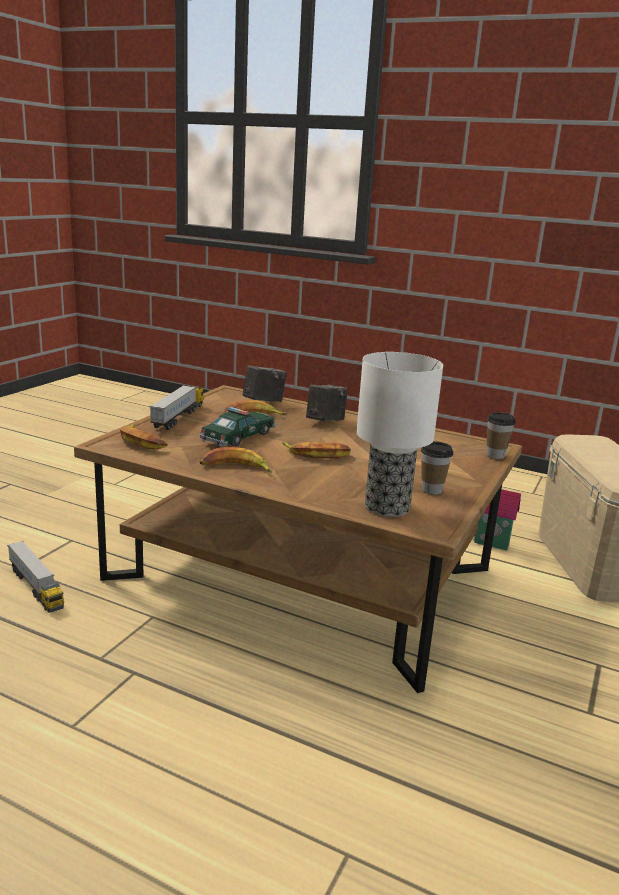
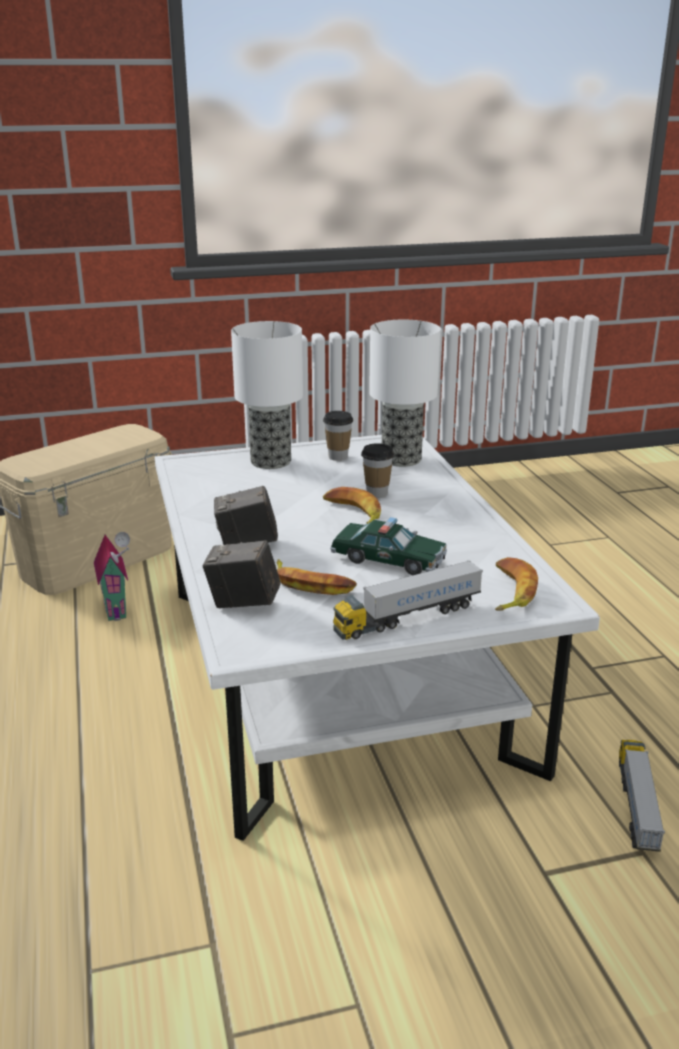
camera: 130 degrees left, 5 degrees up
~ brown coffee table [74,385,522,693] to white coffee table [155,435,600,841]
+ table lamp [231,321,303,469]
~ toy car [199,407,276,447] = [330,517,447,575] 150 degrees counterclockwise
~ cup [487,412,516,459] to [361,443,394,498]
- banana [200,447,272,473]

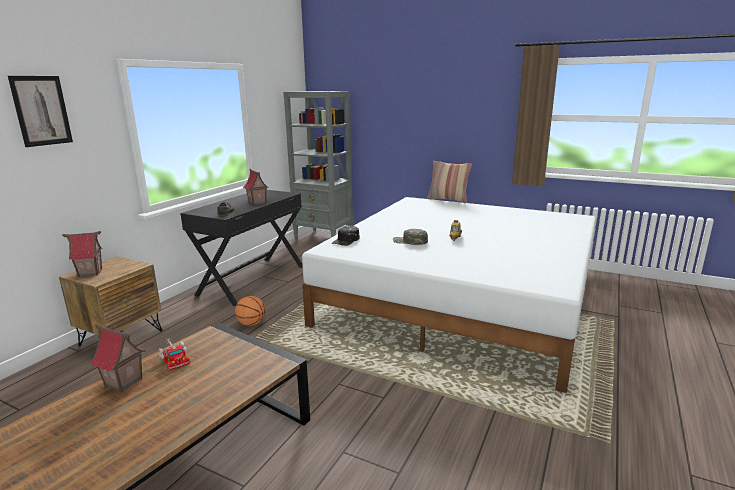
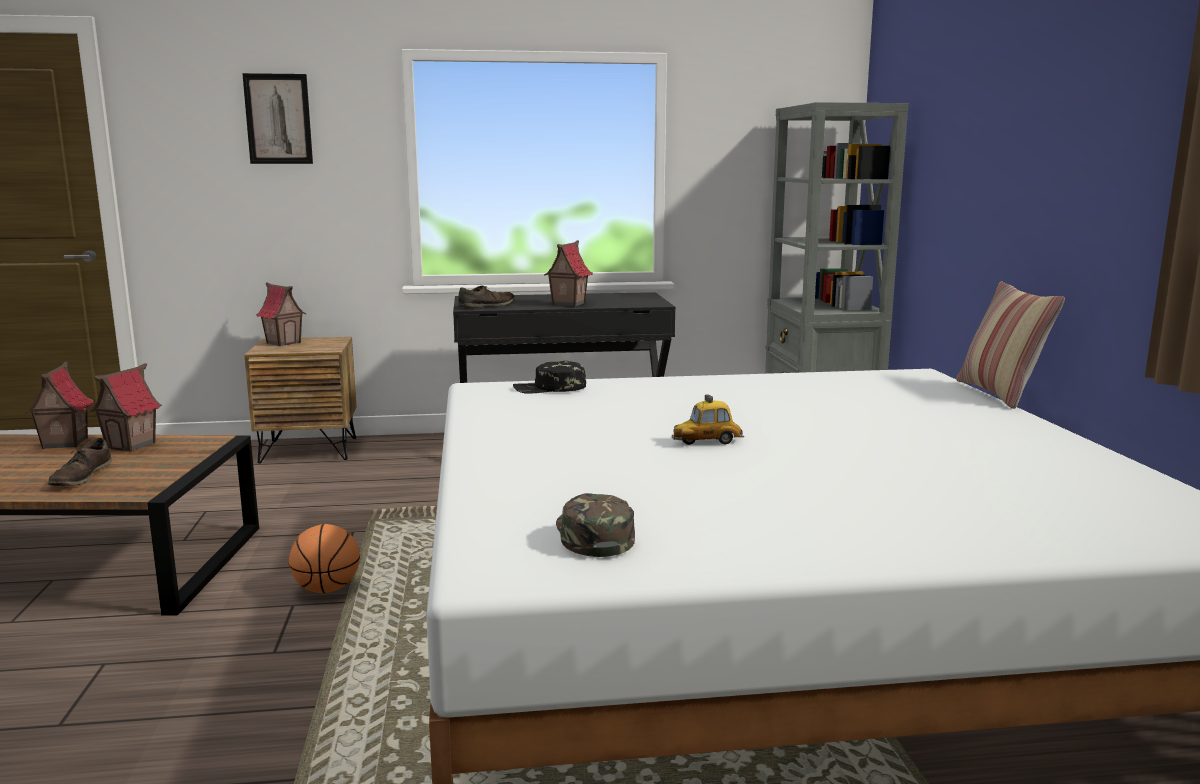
camera: 55 degrees right, 5 degrees down
+ brown shoe [48,438,111,486]
~ toy truck [158,339,190,370] to toy house [90,363,162,452]
~ basketball [235,296,266,326] to [288,524,360,594]
~ green cap [393,229,428,245] to [556,493,635,557]

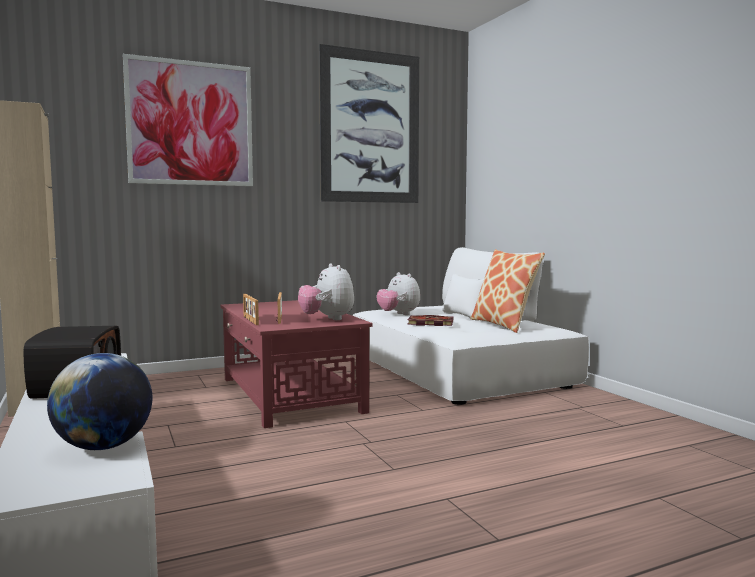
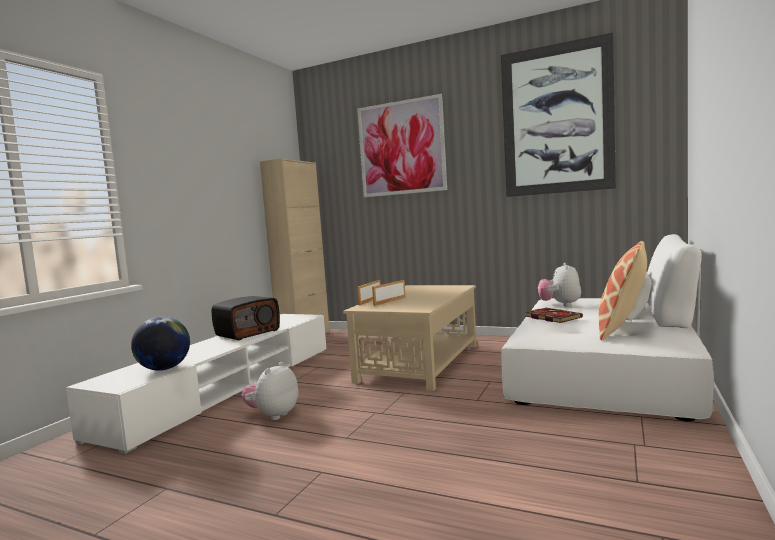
camera: 50 degrees right, 0 degrees up
~ plush toy [298,264,354,320] to [241,362,299,420]
~ red coffee table [220,300,373,428] to beige coffee table [343,285,477,391]

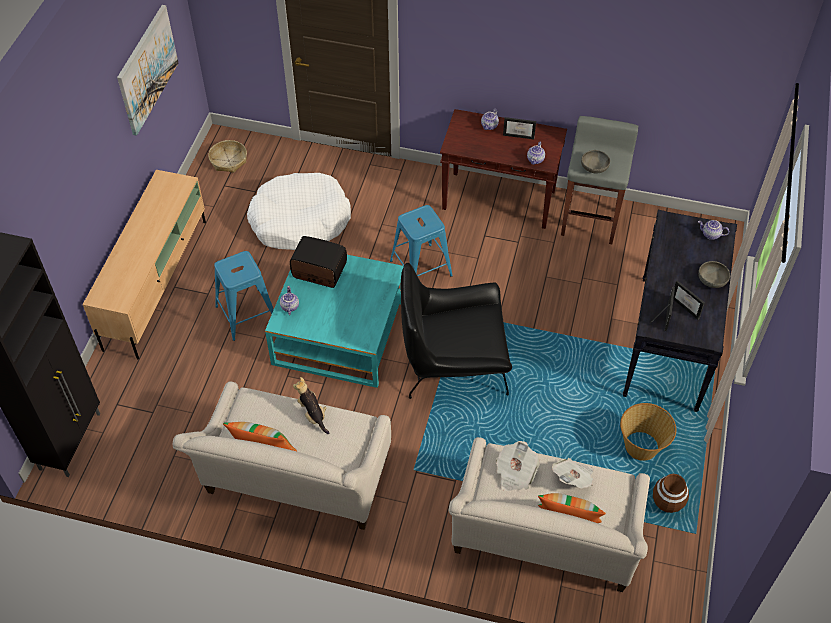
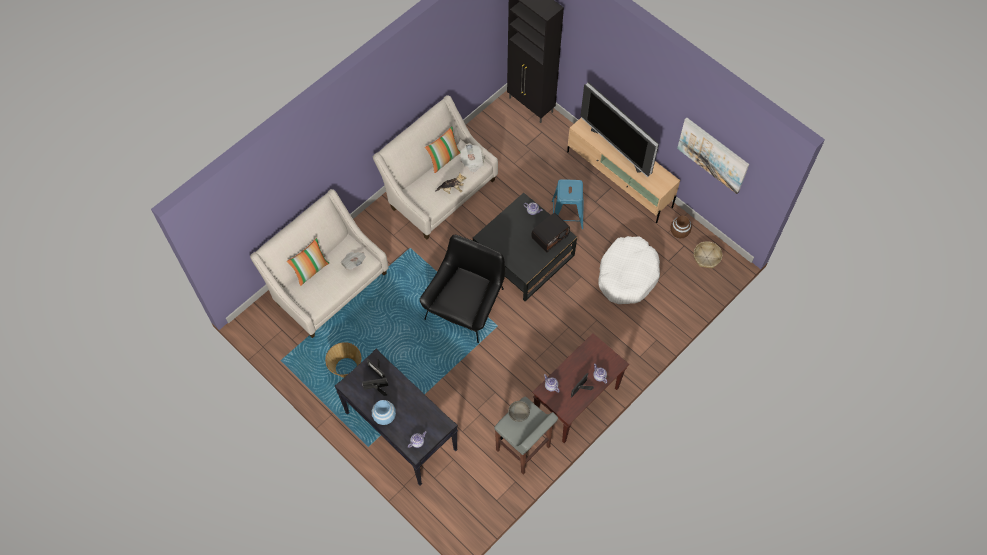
camera: 120 degrees right, 10 degrees up
~ grey bowl [698,261,730,288] to blue vase [372,400,396,425]
~ newspaper [552,458,594,488] to [460,143,484,173]
~ turquoise coffee table [265,255,404,388] to black coffee table [473,193,577,301]
+ television [581,82,659,177]
~ brown vase [653,474,689,513] to [670,215,692,239]
- blue stool [390,205,453,277]

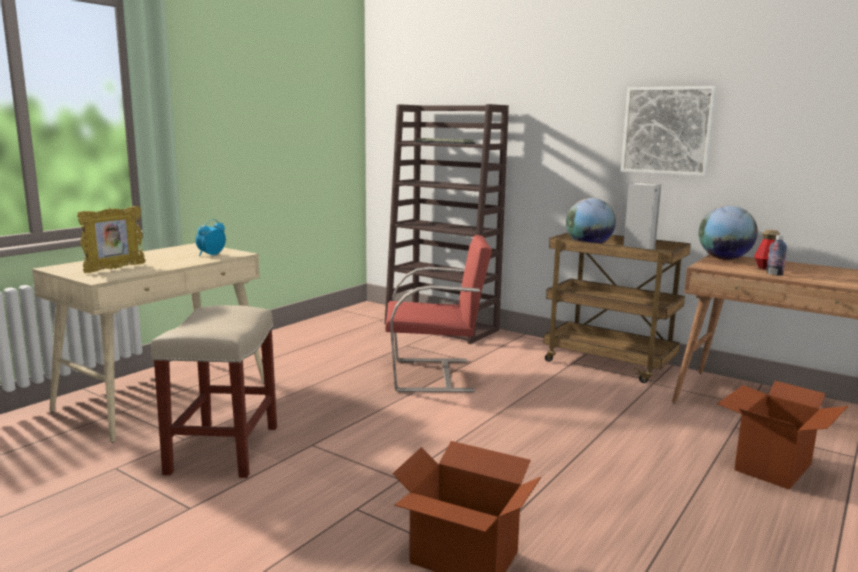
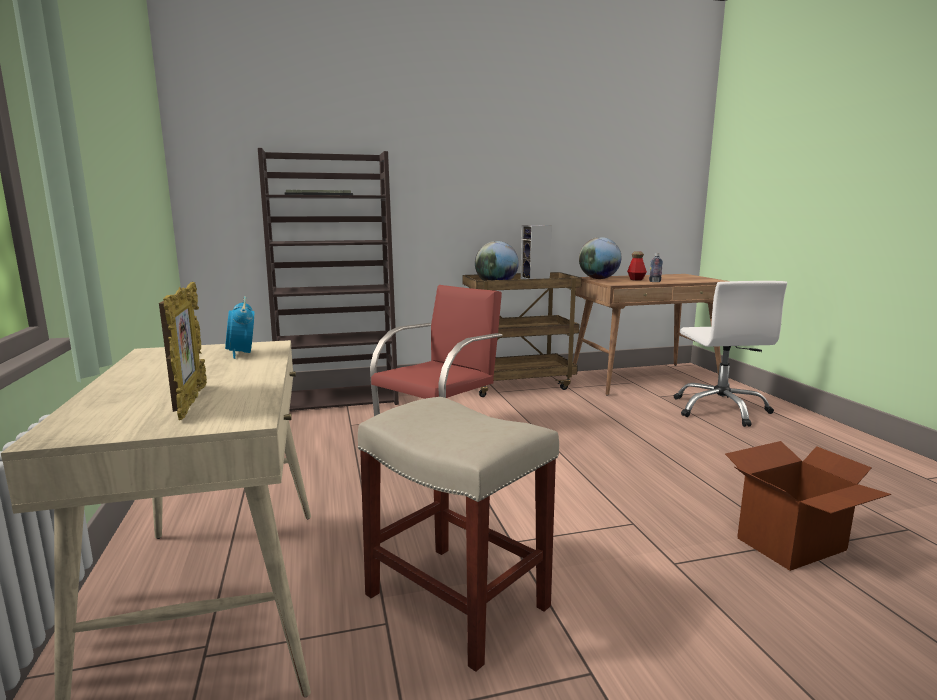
camera: 50 degrees left, 0 degrees up
~ cardboard box [717,381,848,489] to white office chair [674,281,787,427]
- picture [621,86,717,176]

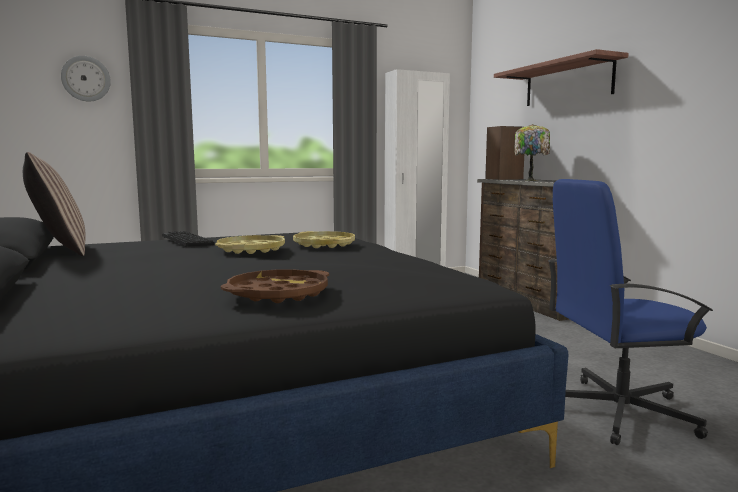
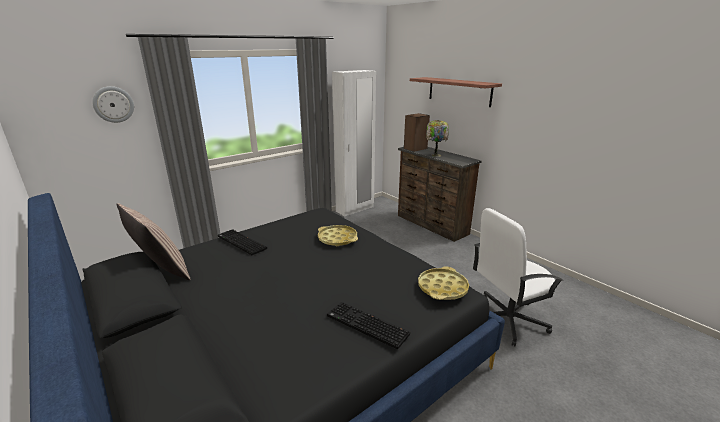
camera: 15 degrees left, 15 degrees up
~ brown tray [221,269,329,303] to keyboard [327,302,410,349]
~ yellow tray [215,235,285,254] to [418,267,469,300]
~ blue office chair [548,179,713,445] to white office chair [473,208,564,346]

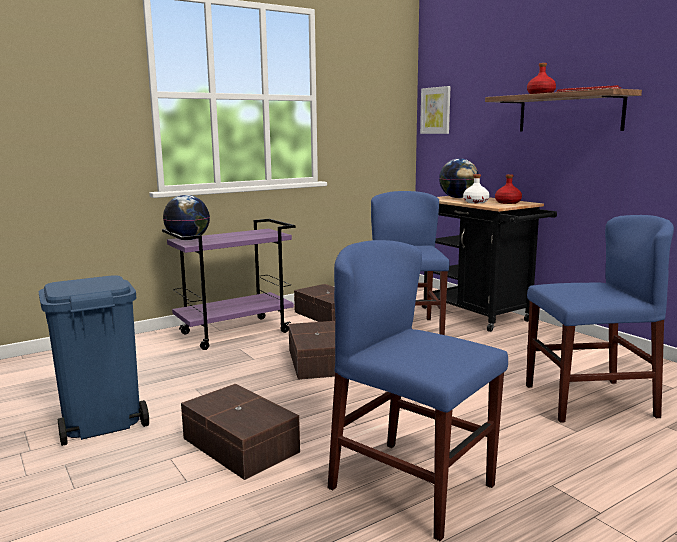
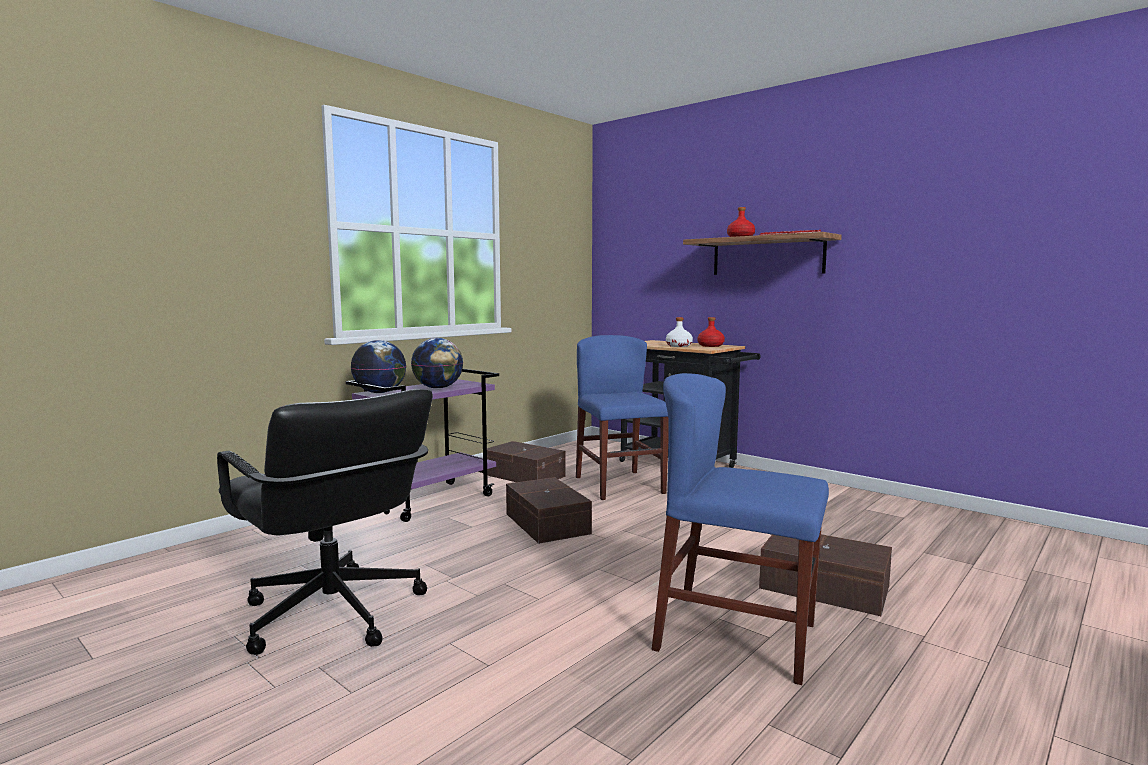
camera: 15 degrees left, 5 degrees down
~ blue trash can [39,275,149,446] to black office chair [217,389,433,655]
~ globe [439,158,479,198] to [411,338,463,389]
~ brown storage box [181,384,300,480] to [759,534,892,616]
- picture [420,86,451,134]
- blue chair [526,215,674,423]

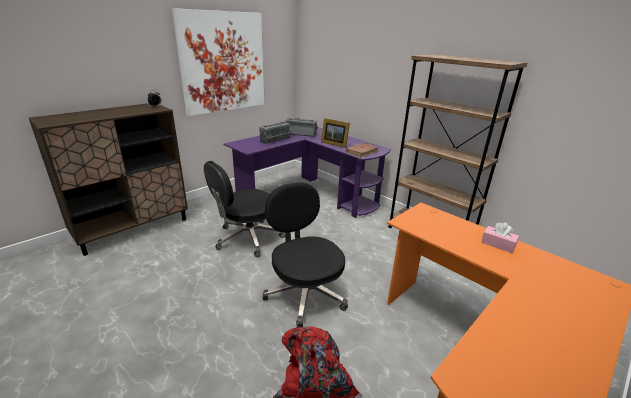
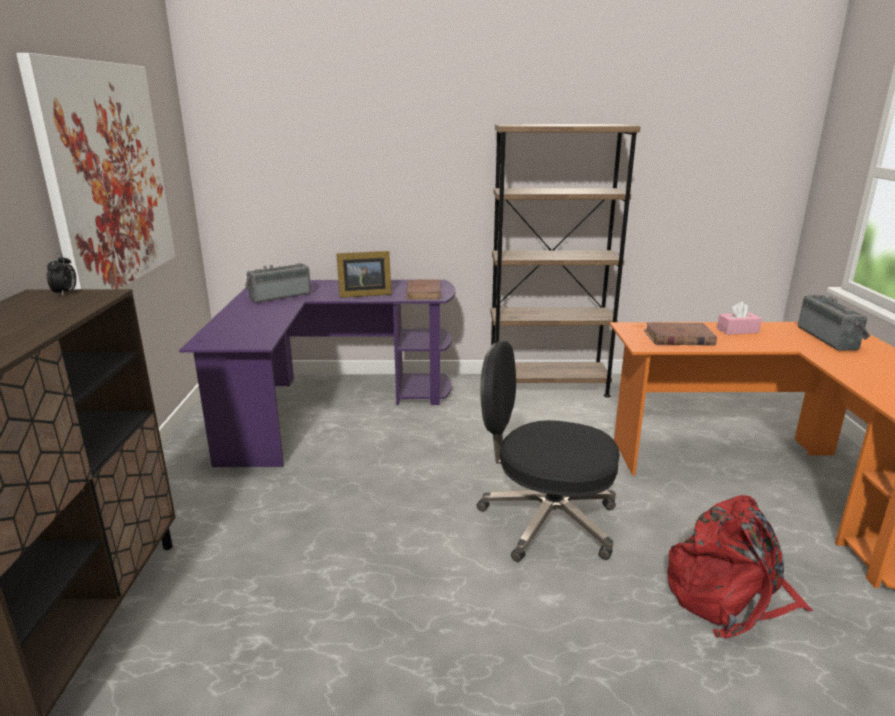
camera: 45 degrees left, 5 degrees down
+ brown book [644,322,717,346]
~ radio [259,121,292,144] to [798,294,870,351]
- black office chair [204,161,285,257]

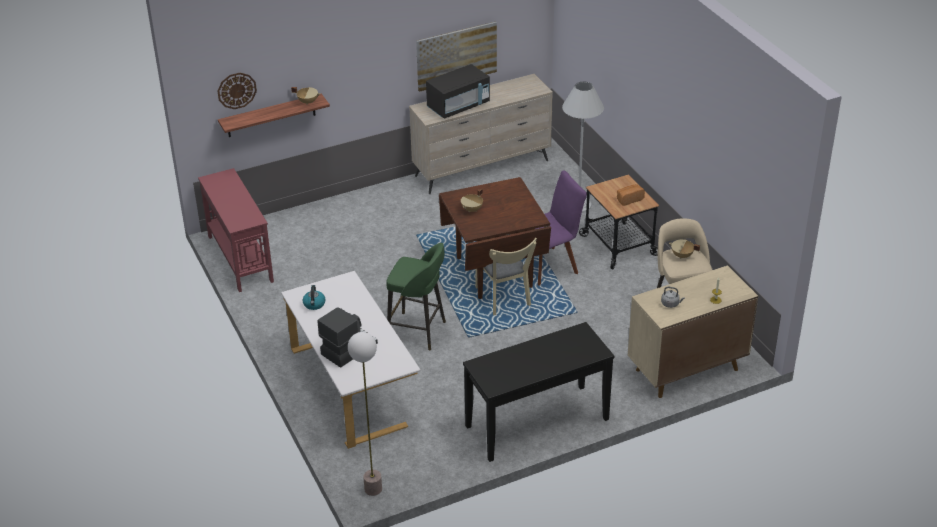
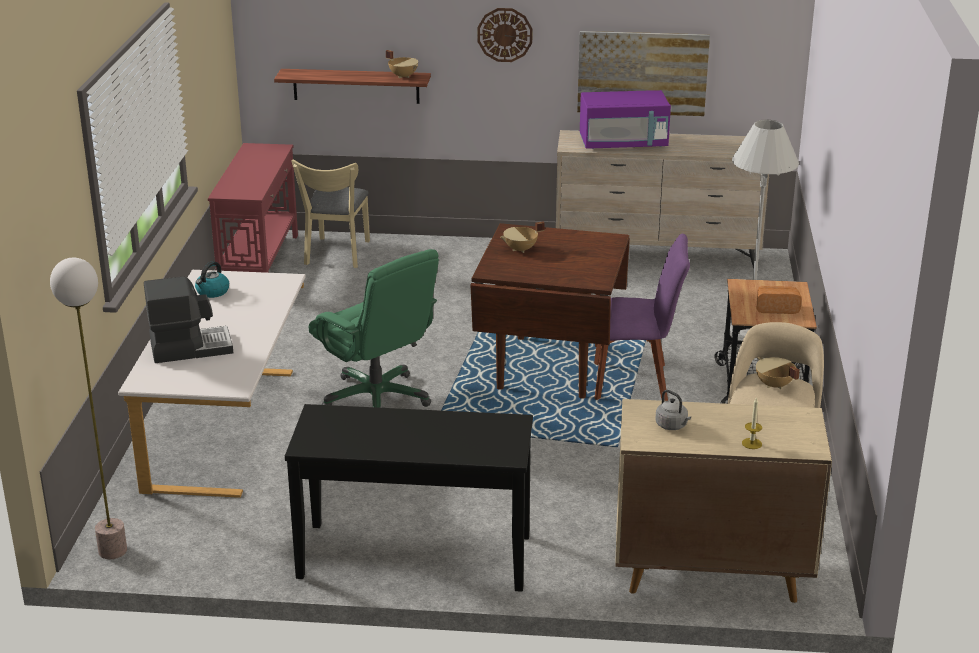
camera: 30 degrees right, 10 degrees down
~ beige chair [475,238,537,315] to [292,159,370,268]
~ green stool [386,243,446,351] to green office chair [309,249,439,408]
~ wall clock [218,73,257,109] to [477,8,533,62]
~ black microwave [426,64,490,119] to purple microwave [580,90,671,149]

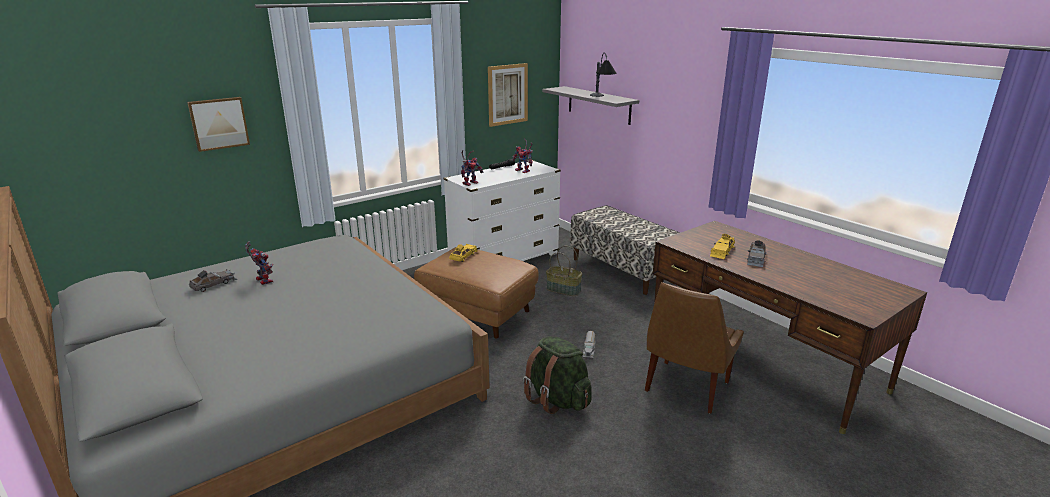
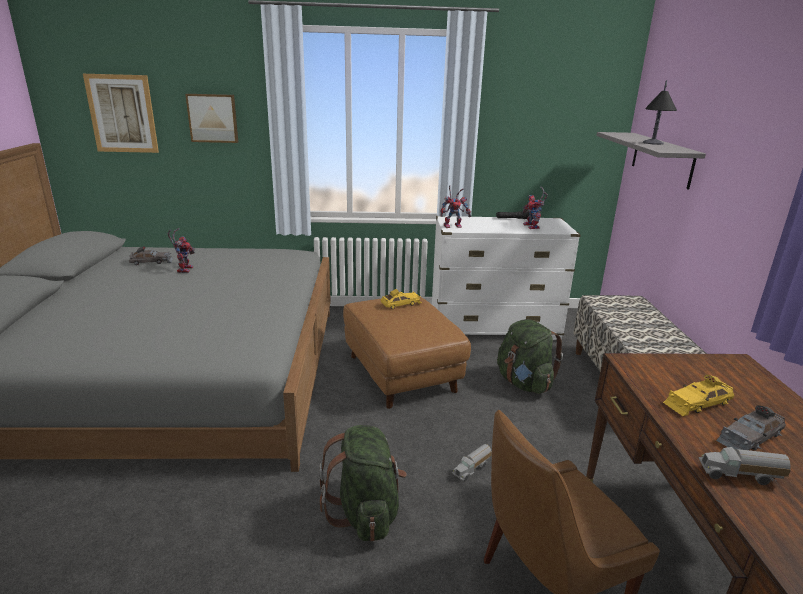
camera: 35 degrees right, 0 degrees up
~ picture [488,63,528,127] to [83,74,159,153]
~ basket [546,246,582,296] to green backpack [497,319,563,394]
+ toy truck [699,447,791,485]

